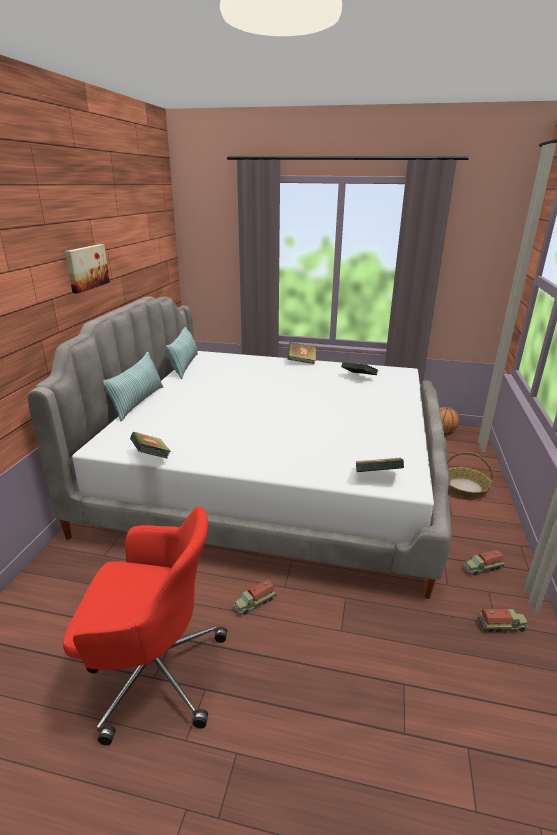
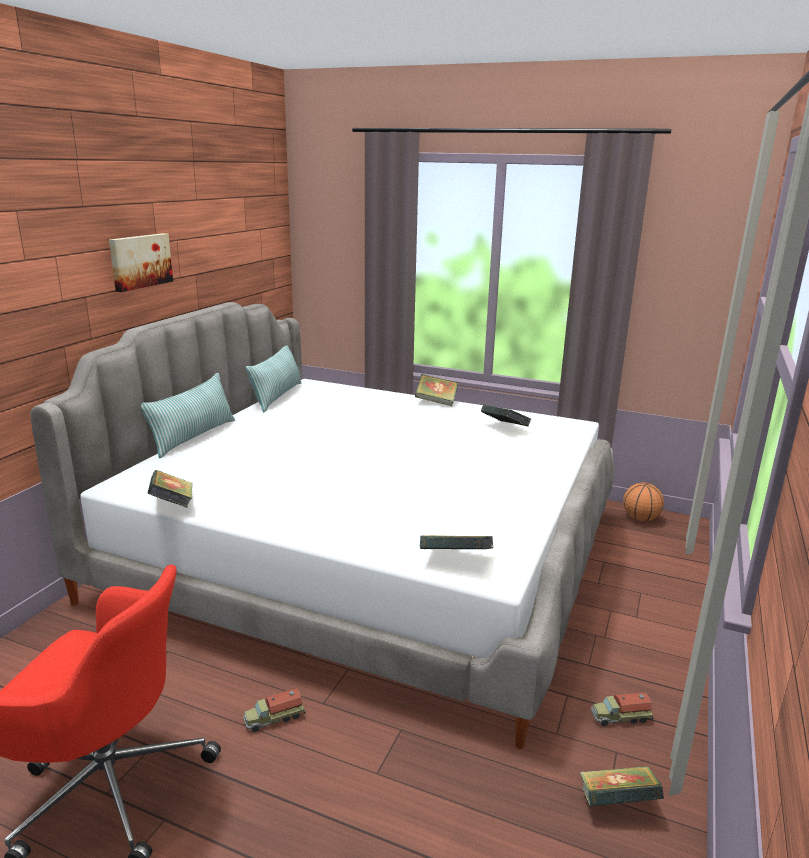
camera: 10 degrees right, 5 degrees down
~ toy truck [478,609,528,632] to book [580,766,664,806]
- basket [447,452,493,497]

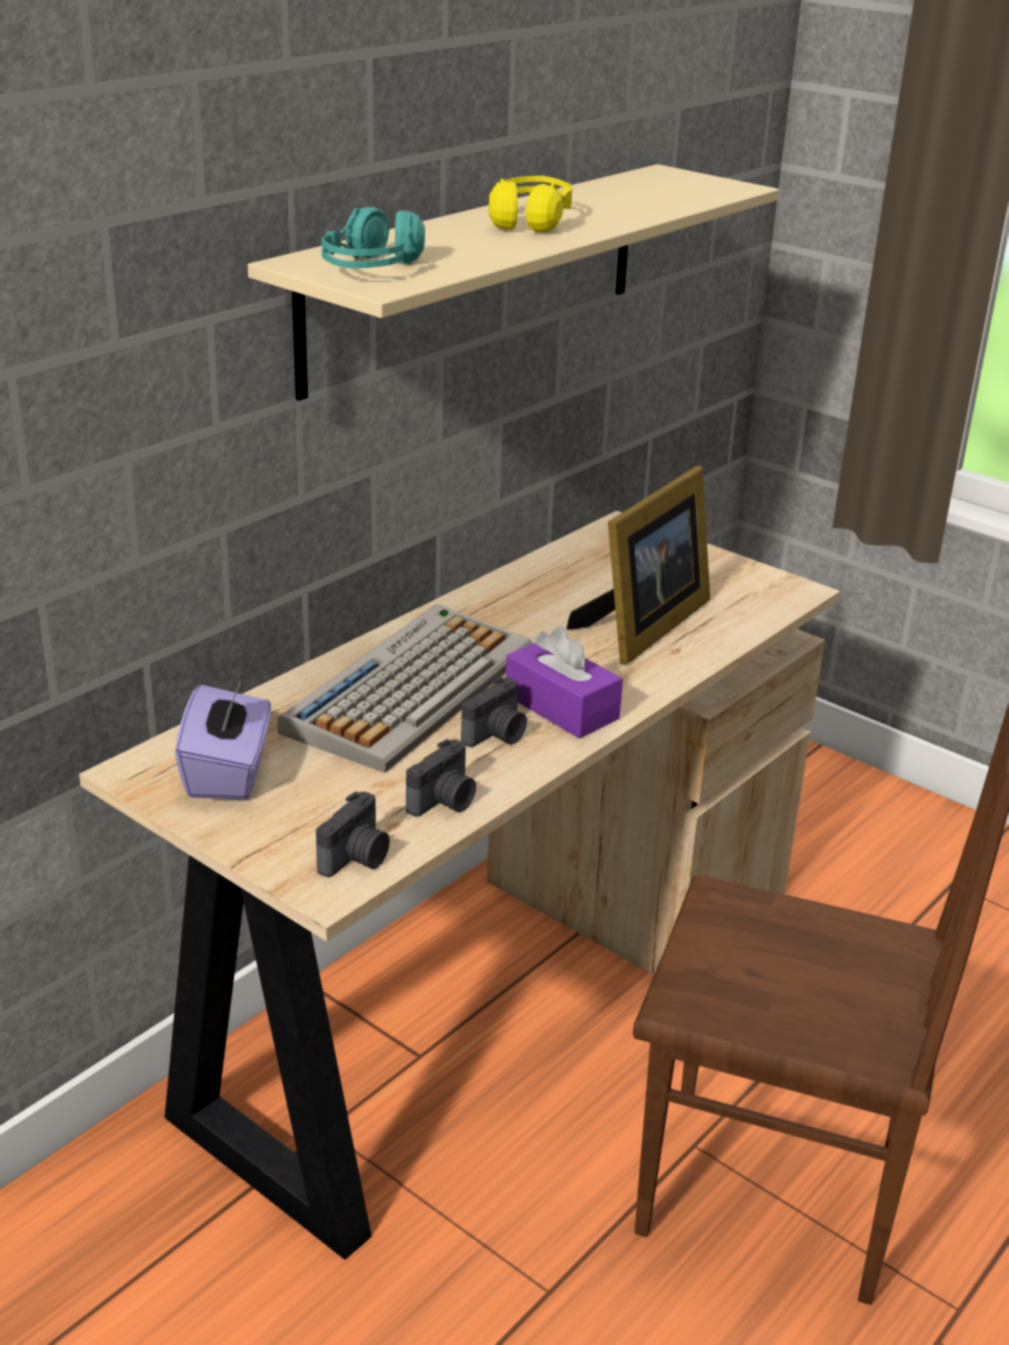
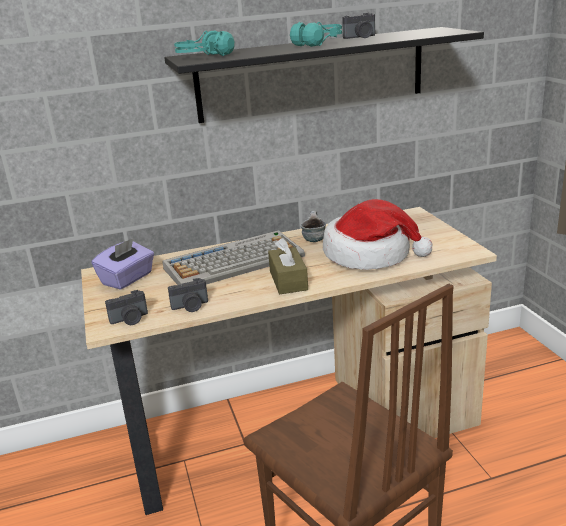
camera: 35 degrees right, 5 degrees down
~ beige shelf [248,164,779,401] to black shelf [164,27,484,123]
~ purple tissue box [506,626,623,738] to brown tissue box [268,238,308,294]
~ yellow headphones [489,176,572,232] to turquoise headphones [290,22,342,47]
+ mug [301,211,326,242]
~ picture frame [566,466,710,665] to hat [323,199,433,270]
~ photo camera [461,677,527,747] to [342,13,375,39]

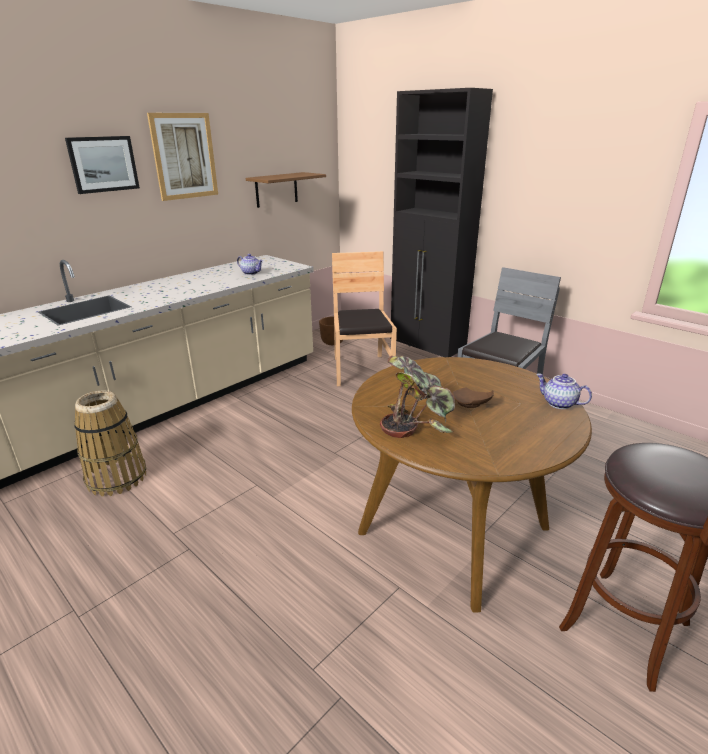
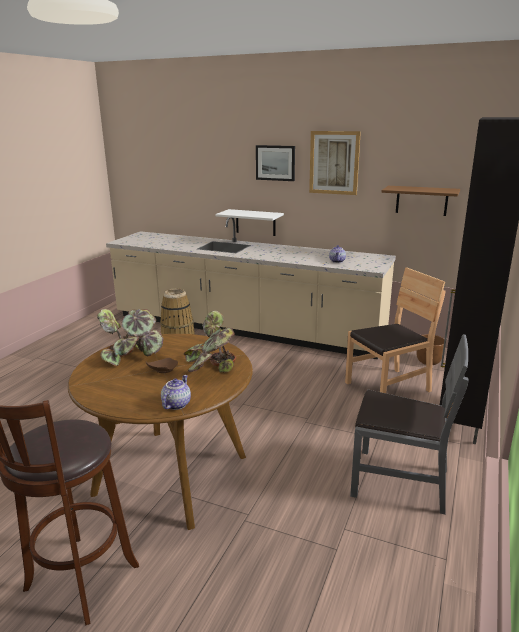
camera: 70 degrees right, 5 degrees down
+ potted plant [184,311,236,372]
+ white shelf [215,209,284,236]

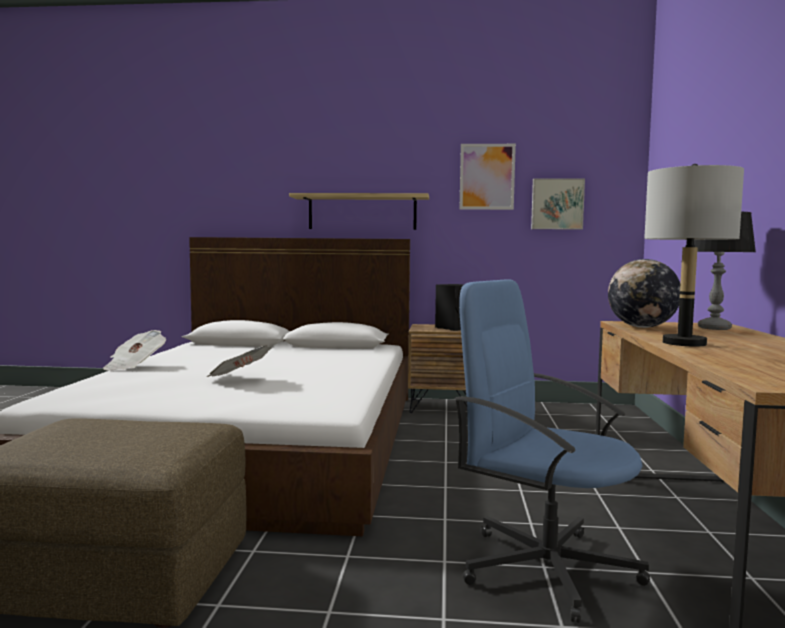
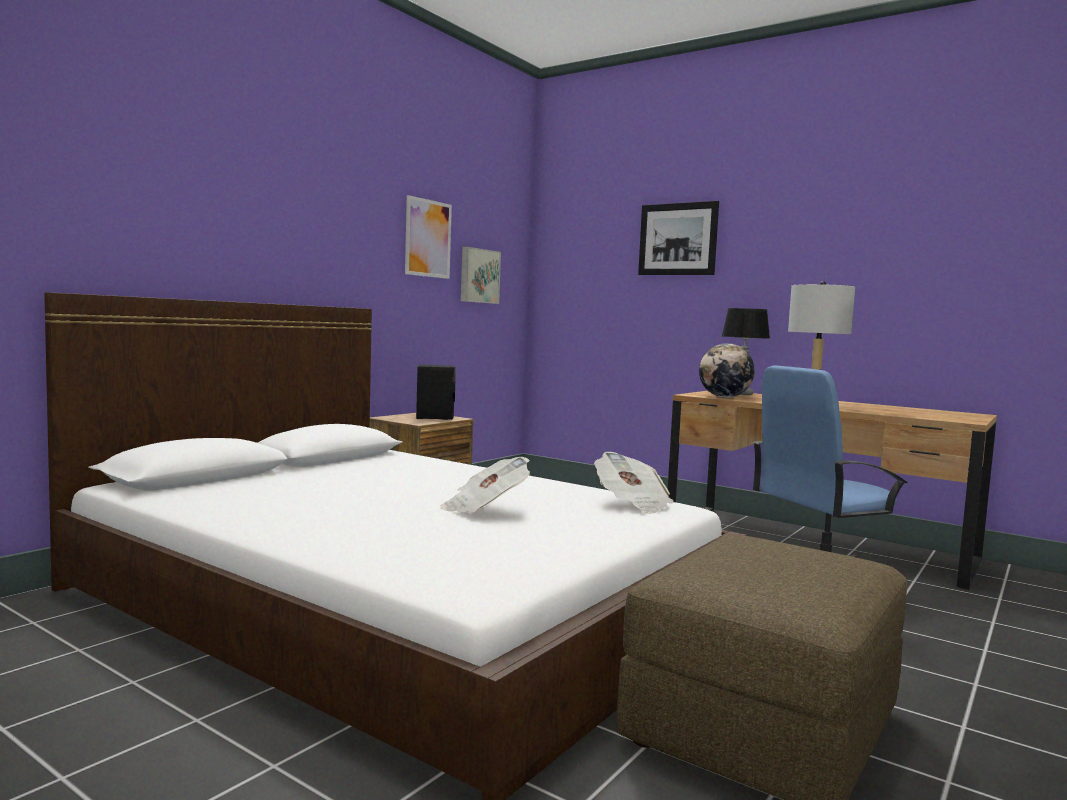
camera: 60 degrees left, 0 degrees up
~ newspaper [103,330,166,371] to [594,452,674,514]
+ picture [638,201,719,275]
- shelf [289,193,429,230]

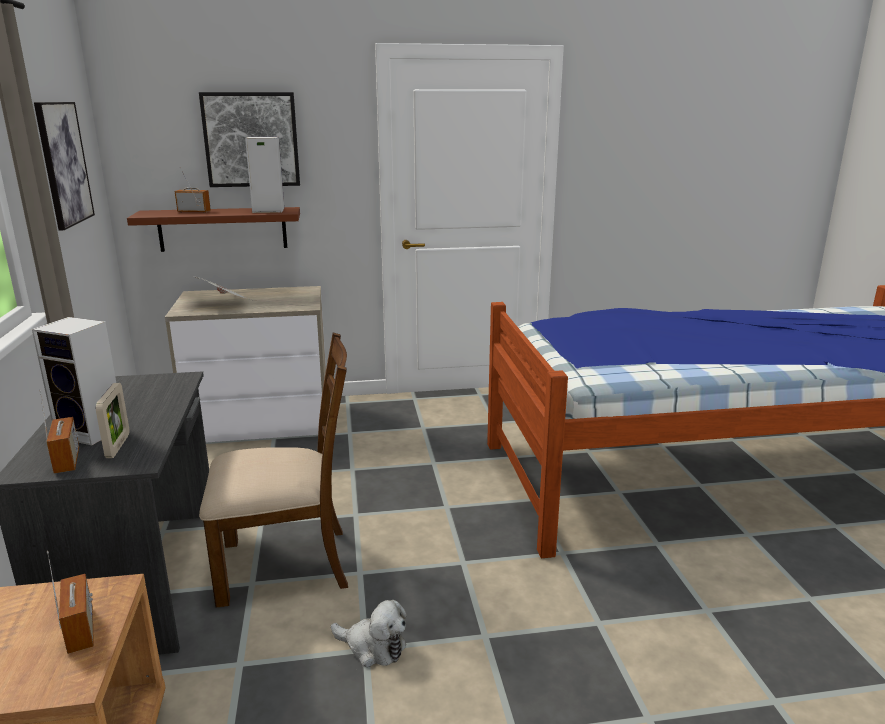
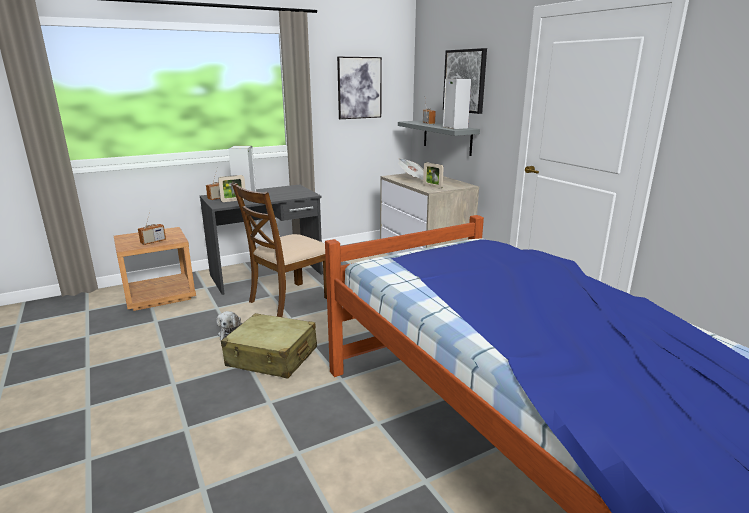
camera: 70 degrees right, 0 degrees up
+ beige suitcase [221,313,317,379]
~ brown chair [199,333,348,607] = [232,183,327,317] 75 degrees clockwise
~ brown shelf [127,207,300,252] to grey shelf [398,120,480,156]
+ picture frame [423,162,444,189]

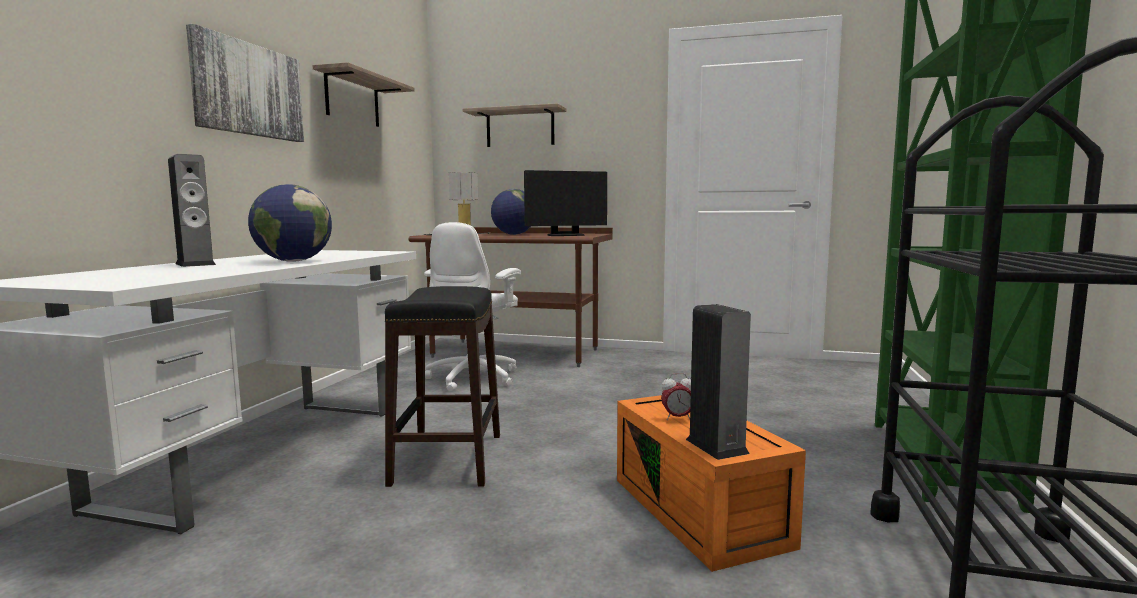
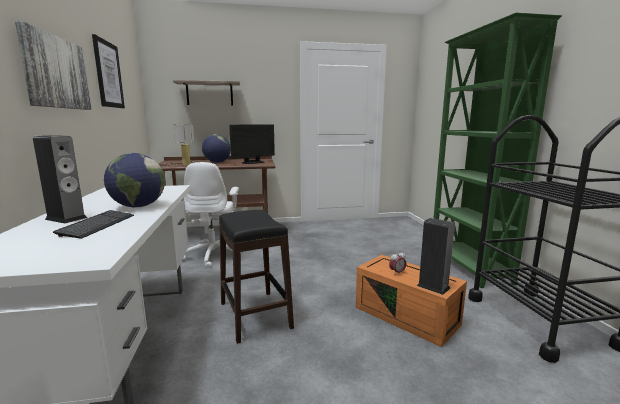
camera: 25 degrees left, 5 degrees up
+ keyboard [53,210,134,239]
~ shelf [312,62,415,127] to picture [92,34,125,108]

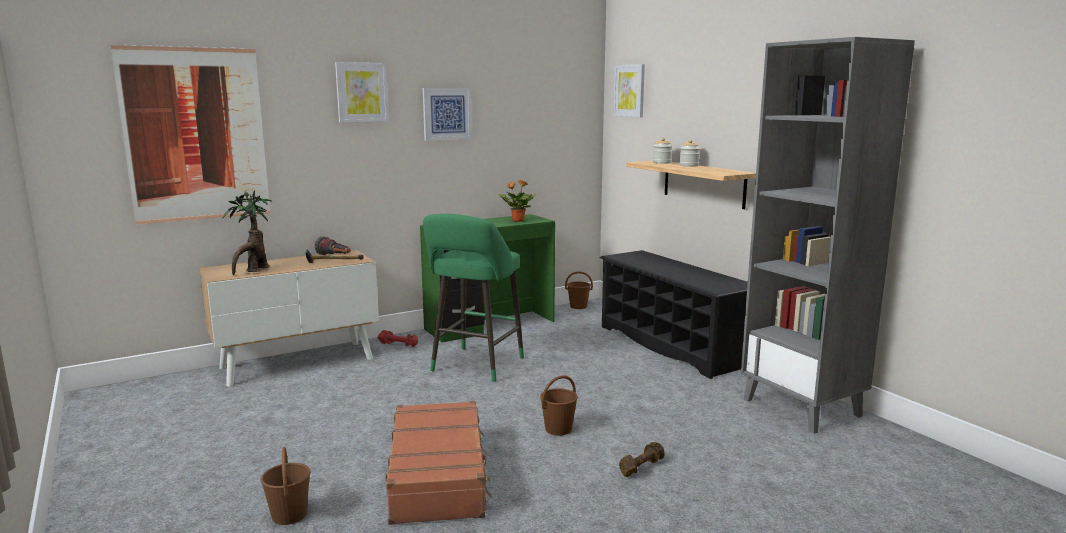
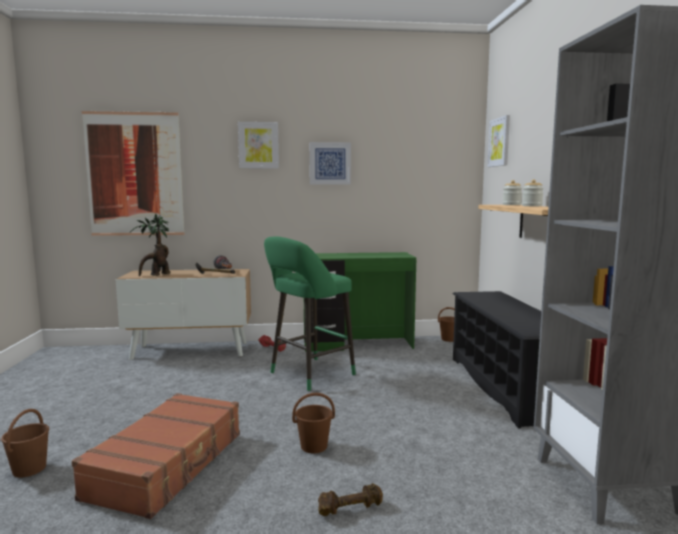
camera: 25 degrees right, 5 degrees down
- potted plant [499,180,537,222]

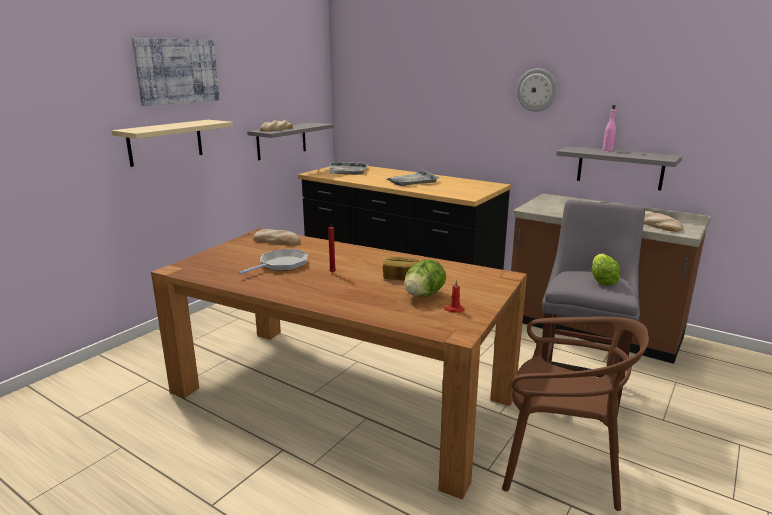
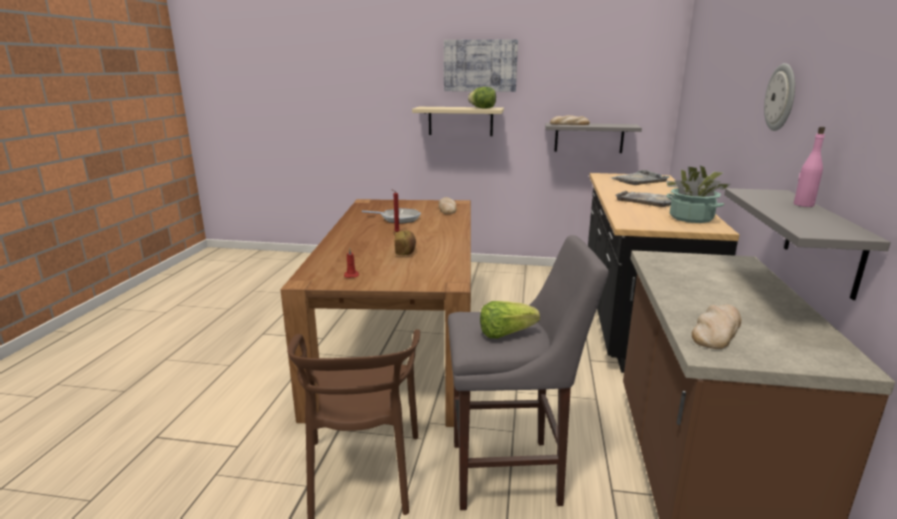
camera: 65 degrees right, 0 degrees up
~ lettuce [404,260,446,297] to [468,87,496,109]
+ potted plant [666,165,731,223]

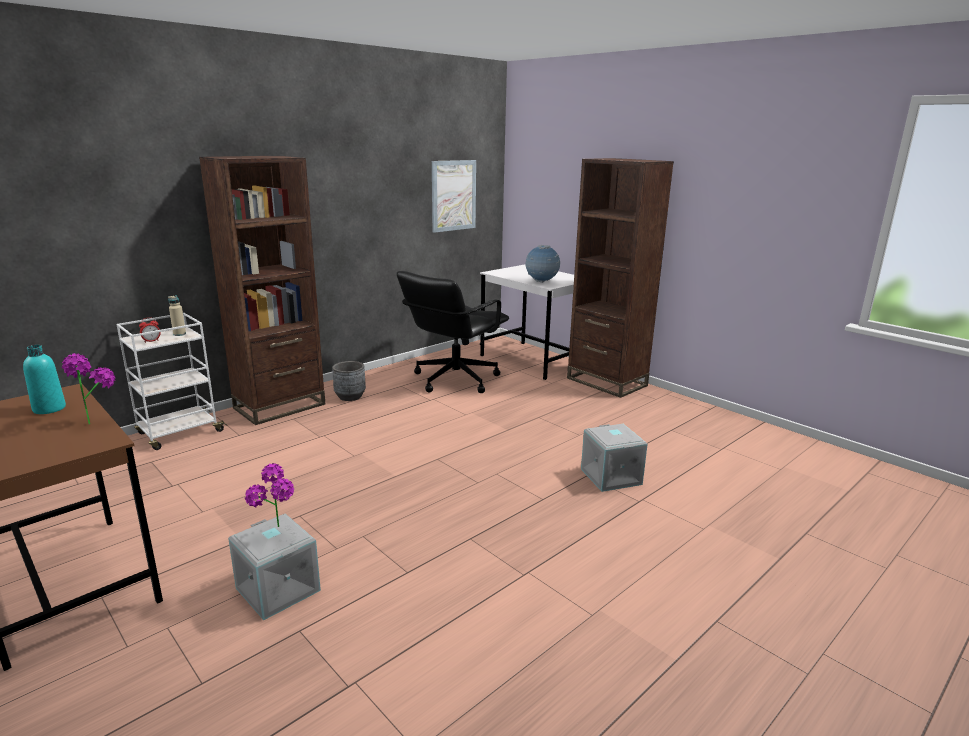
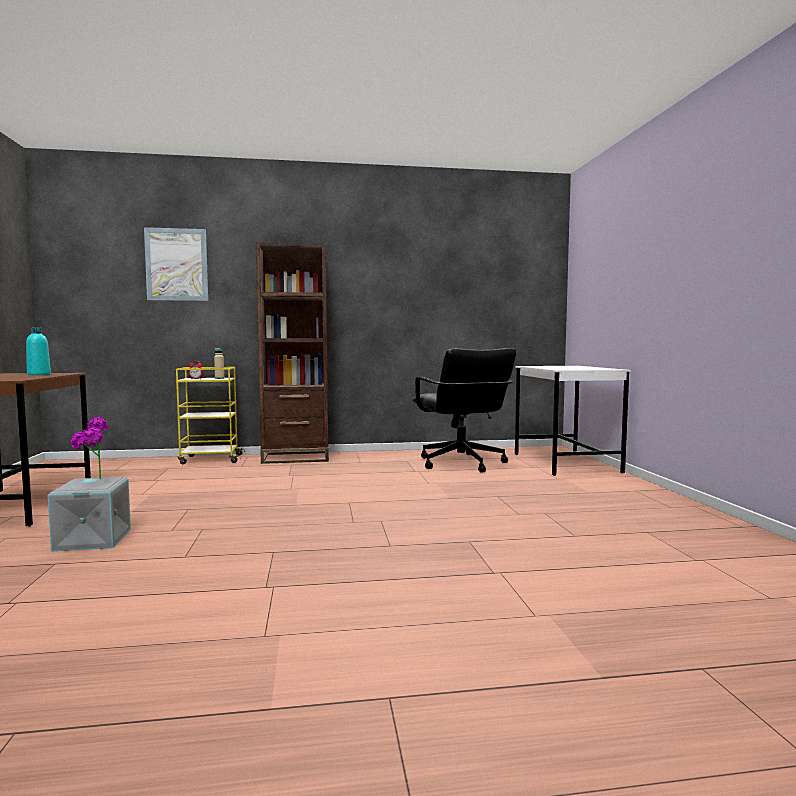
camera: 35 degrees right, 15 degrees down
~ picture [432,160,476,233] to [144,227,208,301]
~ white cart [116,313,227,450] to yellow cart [176,367,245,464]
~ black office chair [397,271,509,393] = [412,348,517,473] 90 degrees counterclockwise
- potted plant [62,353,115,424]
- grey planter [332,361,366,401]
- globe [526,245,560,283]
- brown bookcase [567,158,674,398]
- grey storage box [581,424,648,492]

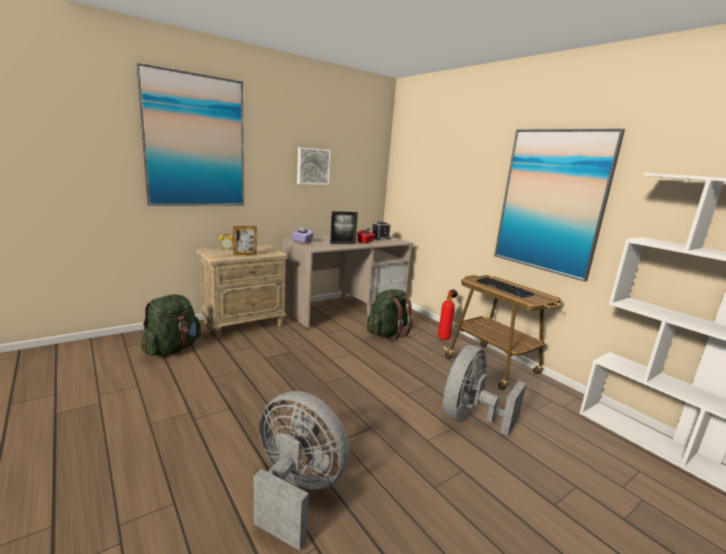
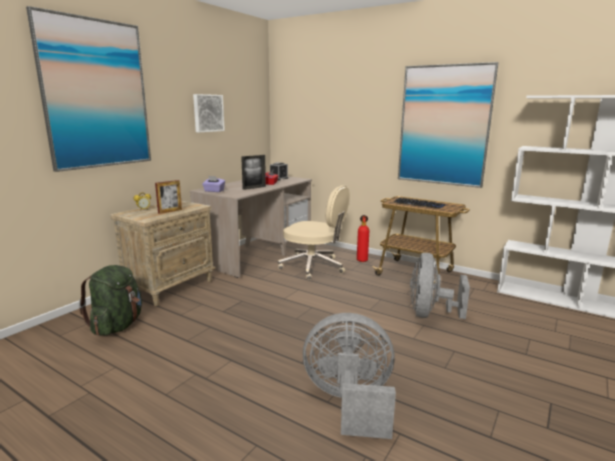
camera: 20 degrees left, 0 degrees up
~ green backpack [367,289,413,341] to beige office chair [278,185,350,280]

